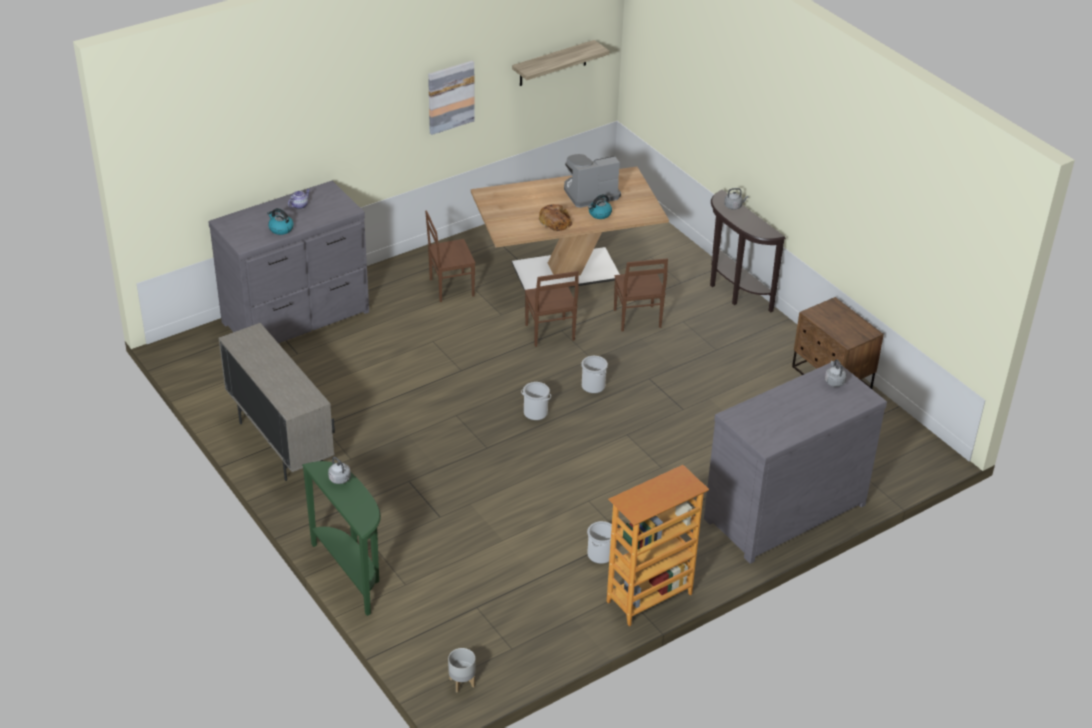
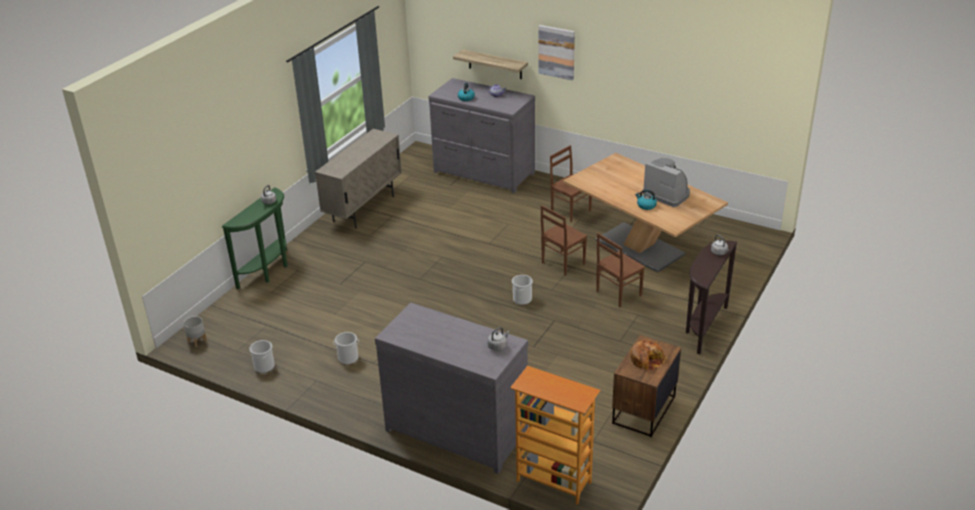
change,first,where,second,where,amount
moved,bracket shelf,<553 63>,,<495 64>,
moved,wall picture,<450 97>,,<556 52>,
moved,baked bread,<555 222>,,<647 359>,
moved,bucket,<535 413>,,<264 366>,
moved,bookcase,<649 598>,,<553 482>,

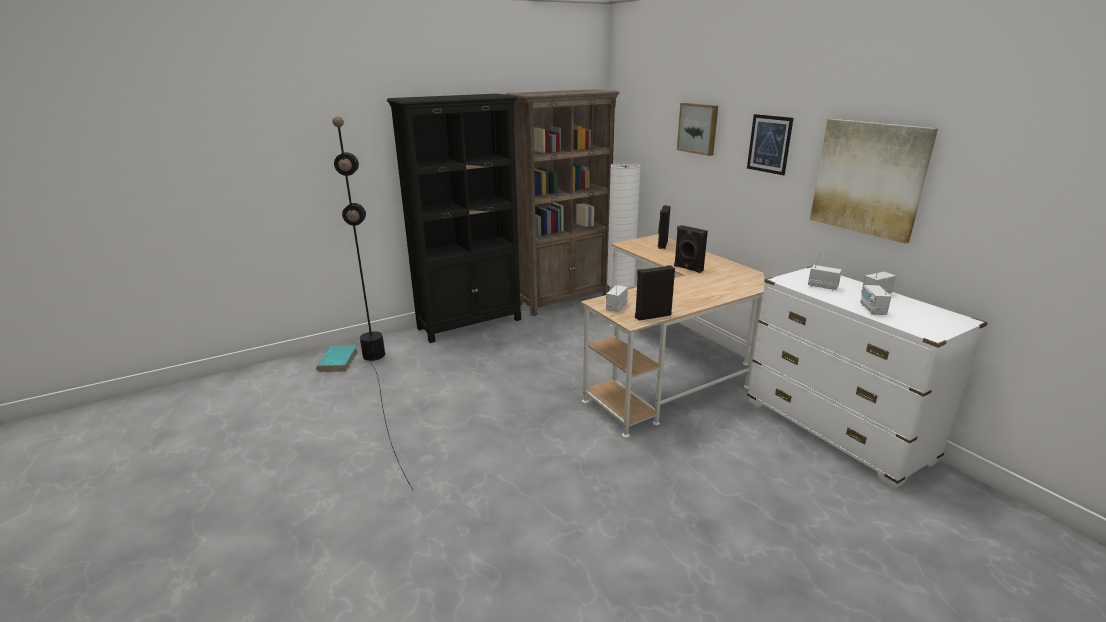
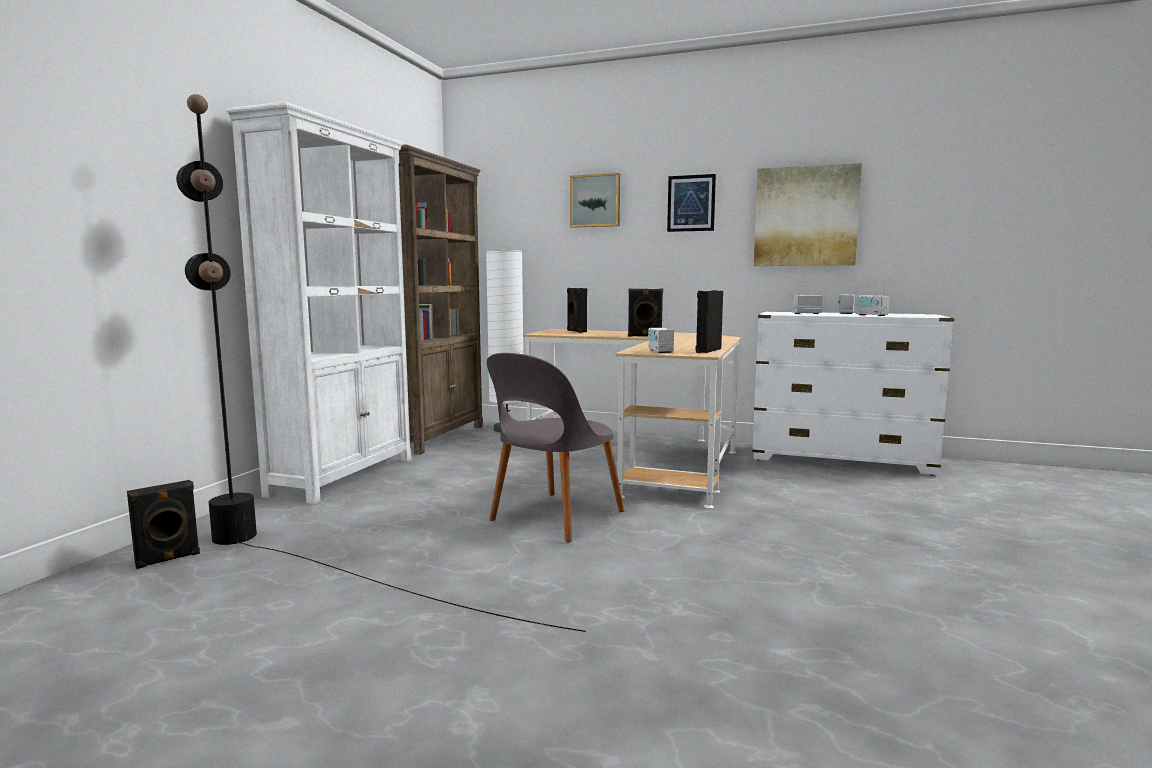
change,first,where,second,where,amount
recoloured,bookcase/blackish,<470 323>,bookcase/white,<344 476>,
replaced,bound book/blue-green,<338 361>,loudspeaker/blackish,<168 559>,
added,,,upright chair/gray,<554 517>,

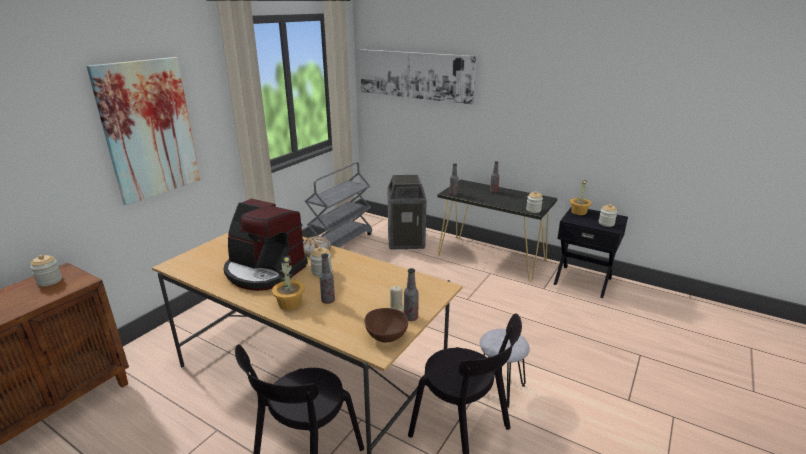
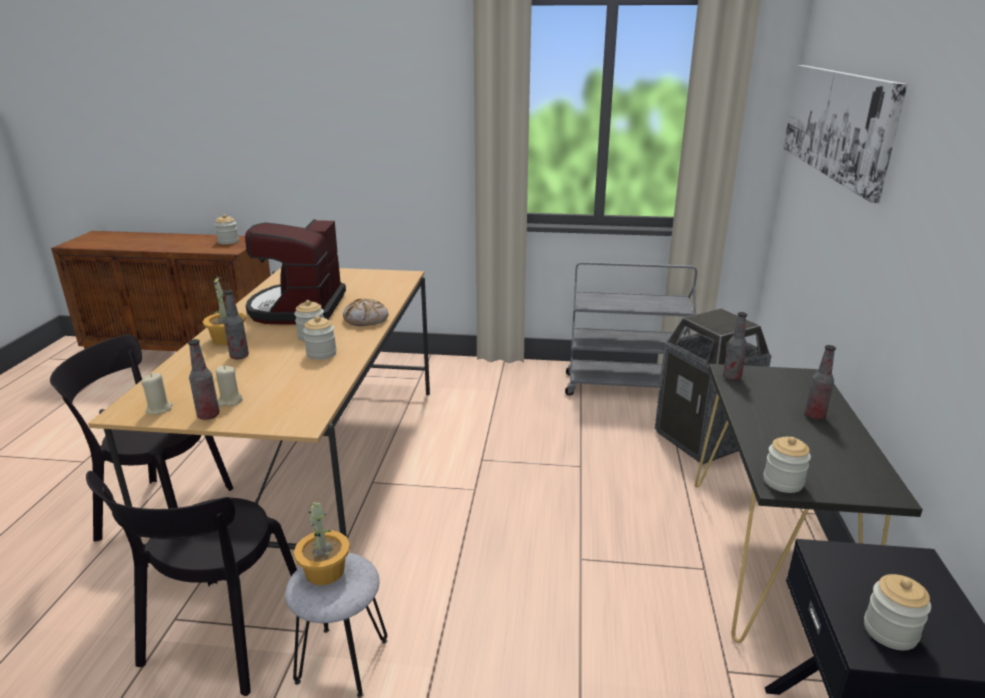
change,first,where,second,where,amount
removed,wall picture,<149 129>,,,
moved,potted plant,<579 212>,,<325 571>,
replaced,bowl/brown-coloured,<386 336>,wax candle/beige,<159 409>,
added,,,storage jar,<321 353>,

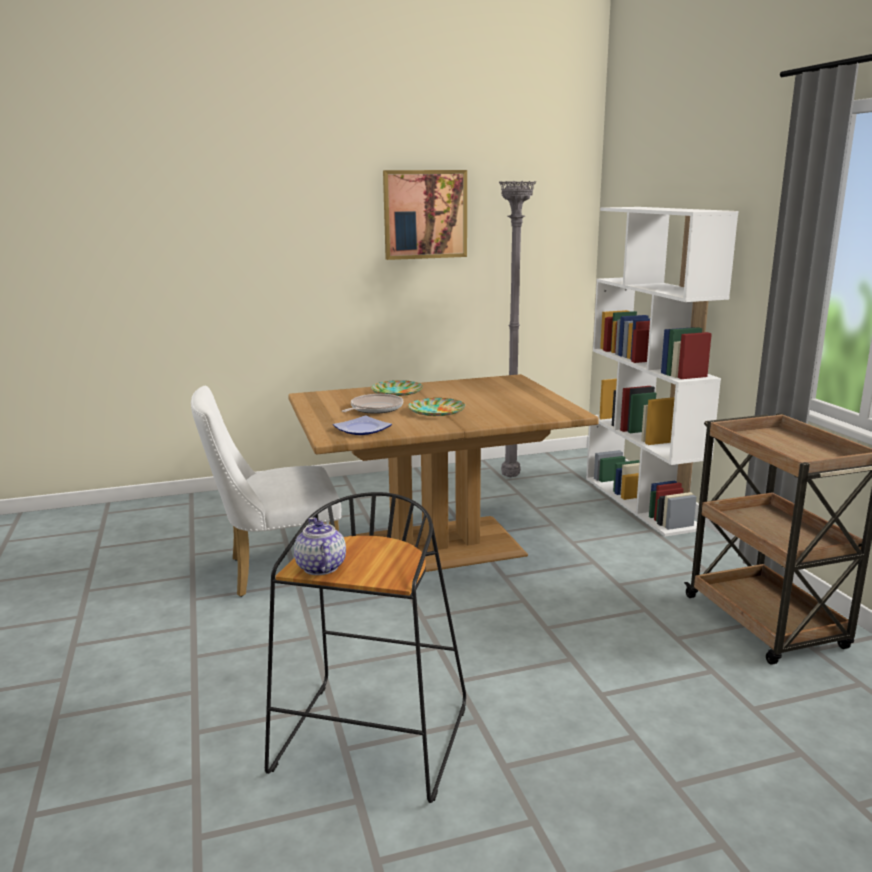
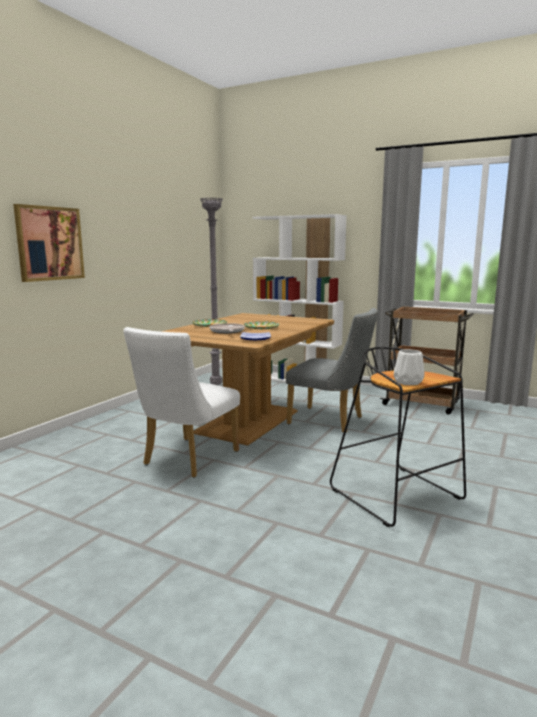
change,first,where,second,where,amount
moved,wall picture,<425 214>,,<49 243>,
replaced,teapot,<320 567>,flower vase/white,<408 382>,
added,,,upright chair/gray,<331 421>,

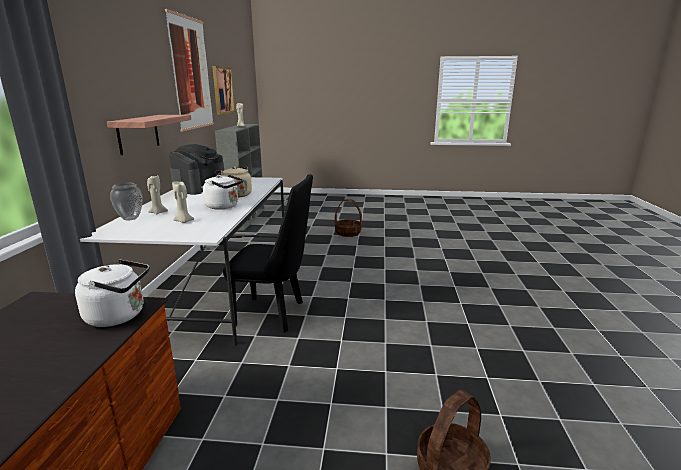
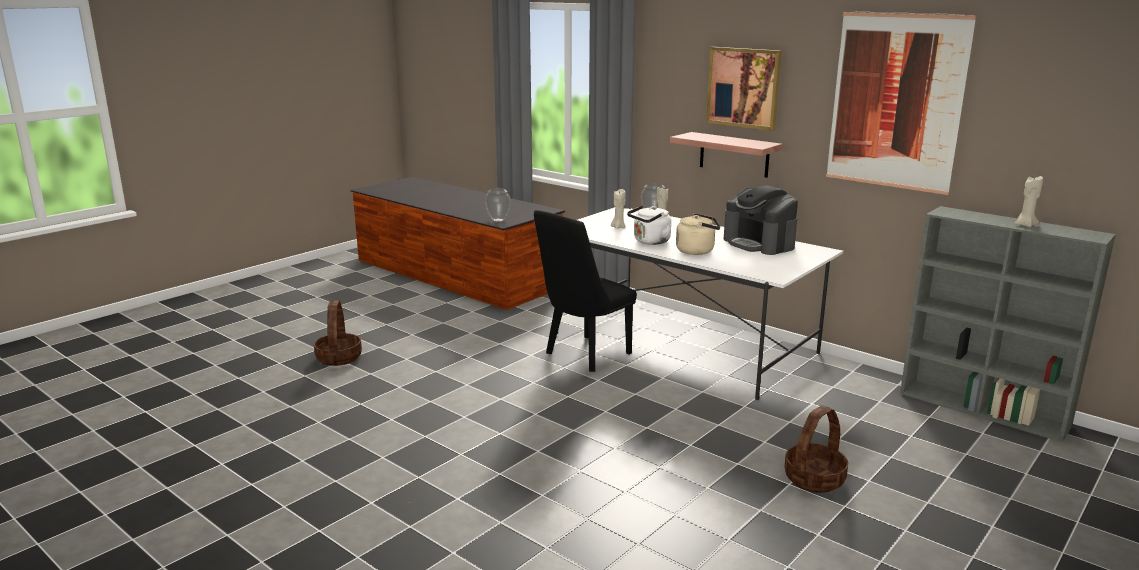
change,first,where,second,where,amount
moved,wall picture,<223 90>,,<743 87>,
replaced,kettle/white,<119 316>,flower vase,<497 220>,

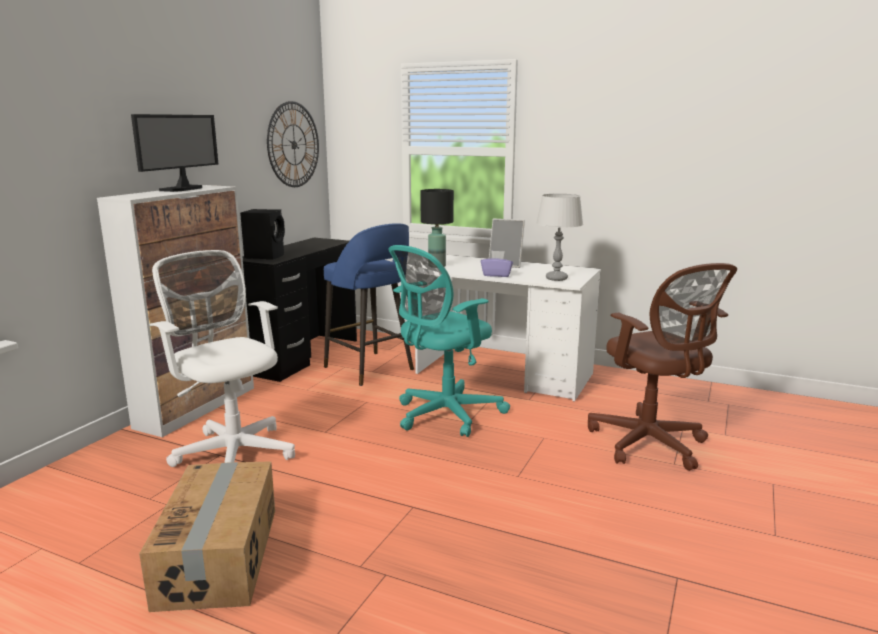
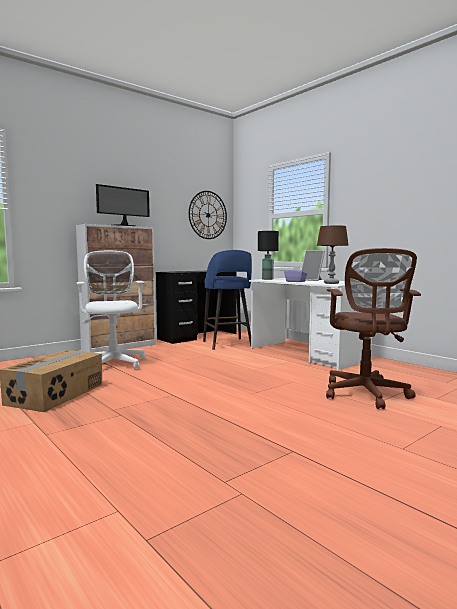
change,first,where,second,where,amount
recoloured,table lamp/gray,<556 278>,table lamp/brown-coloured,<331 283>,
removed,loudspeaker/blackish,<265 256>,,,
removed,computer chair/blue-green,<444 415>,,,

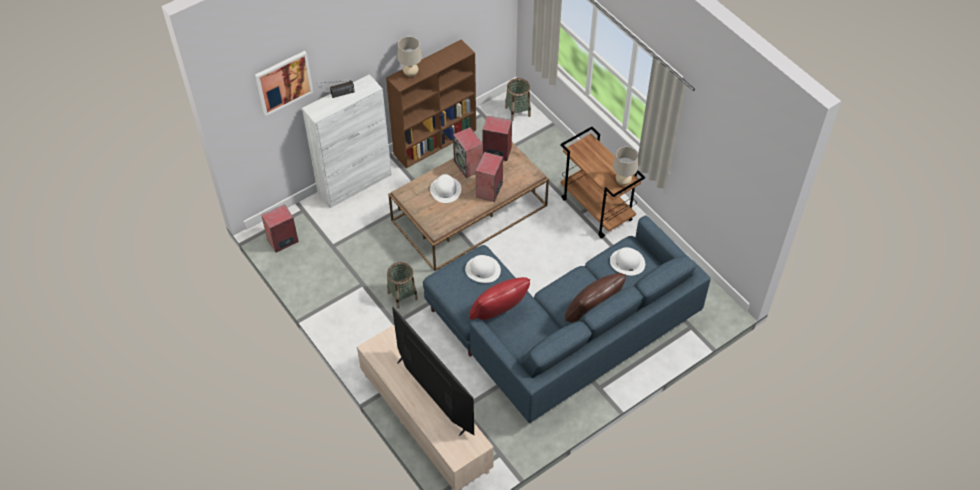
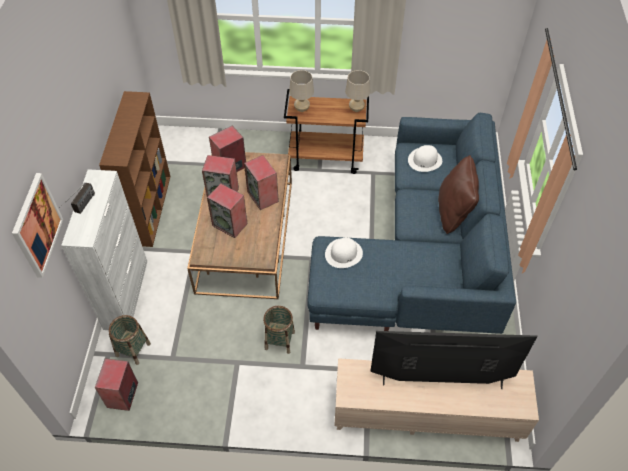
change,first,where,second,where,amount
moved,table lamp/beige,<410 74>,,<302 109>,
moved,basket,<517 111>,,<133 349>,
replaced,hat/white,<445 189>,loudspeaker,<230 224>,
removed,cushion/reddish,<499 314>,,,

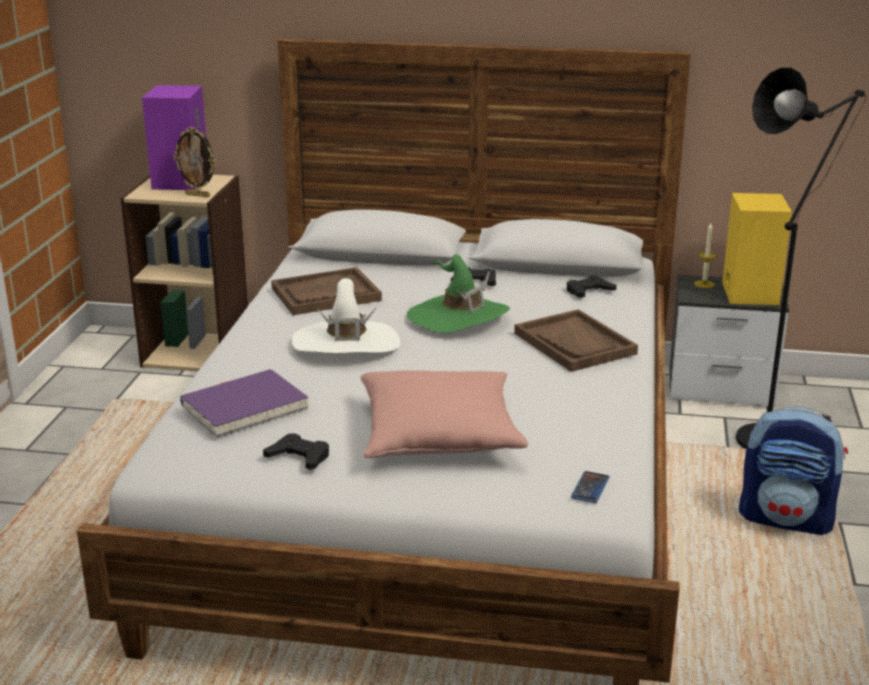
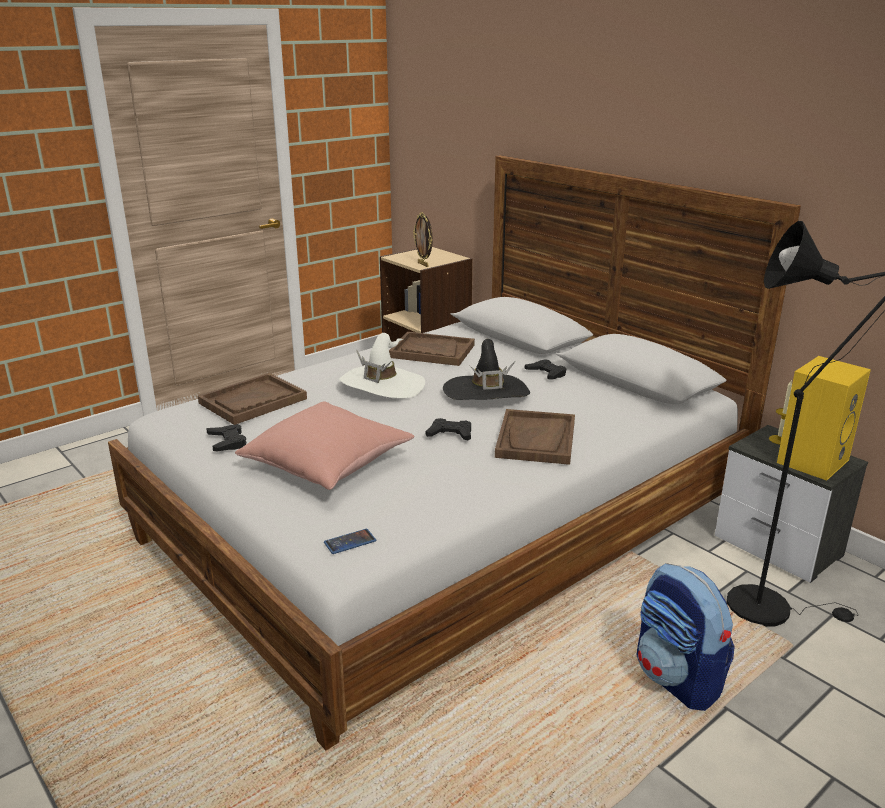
change,first,where,second,where,amount
removed,loudspeaker/purple-coloured,<180 181>,,,
recoloured,hat/green-coloured,<458 318>,hat/blackish,<486 393>,
moved,game controller/blackish,<589 291>,,<450 434>,
replaced,bound book/purple-coloured,<244 408>,carrying tray/brown-coloured,<253 401>,

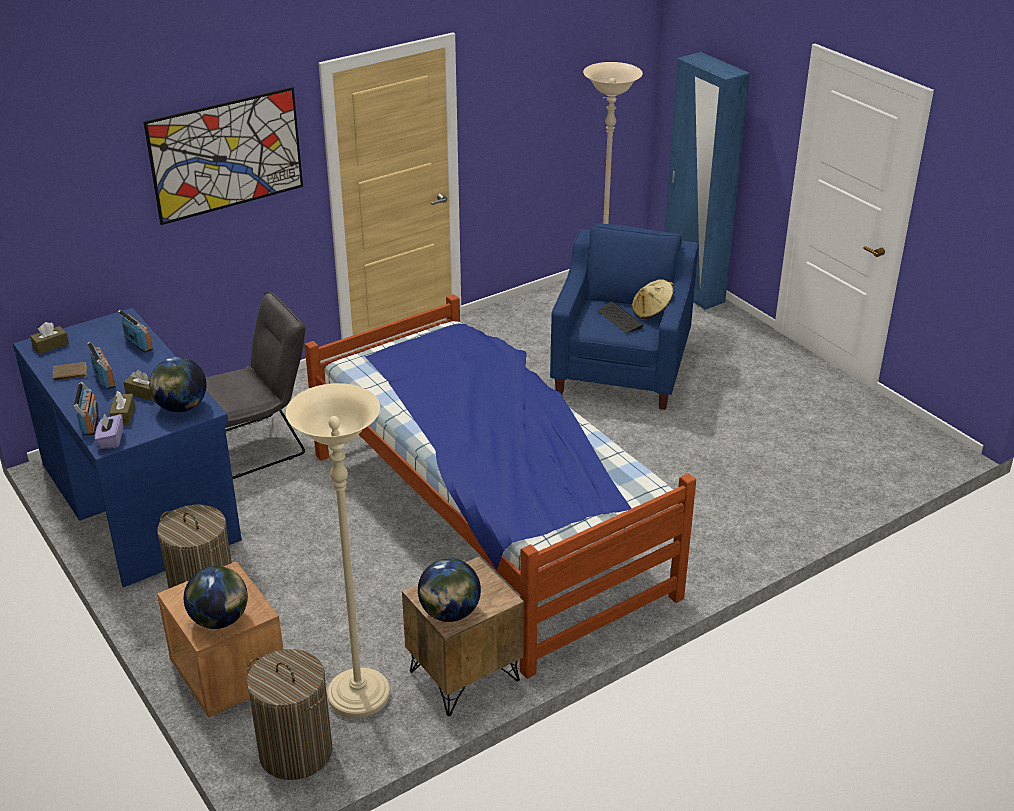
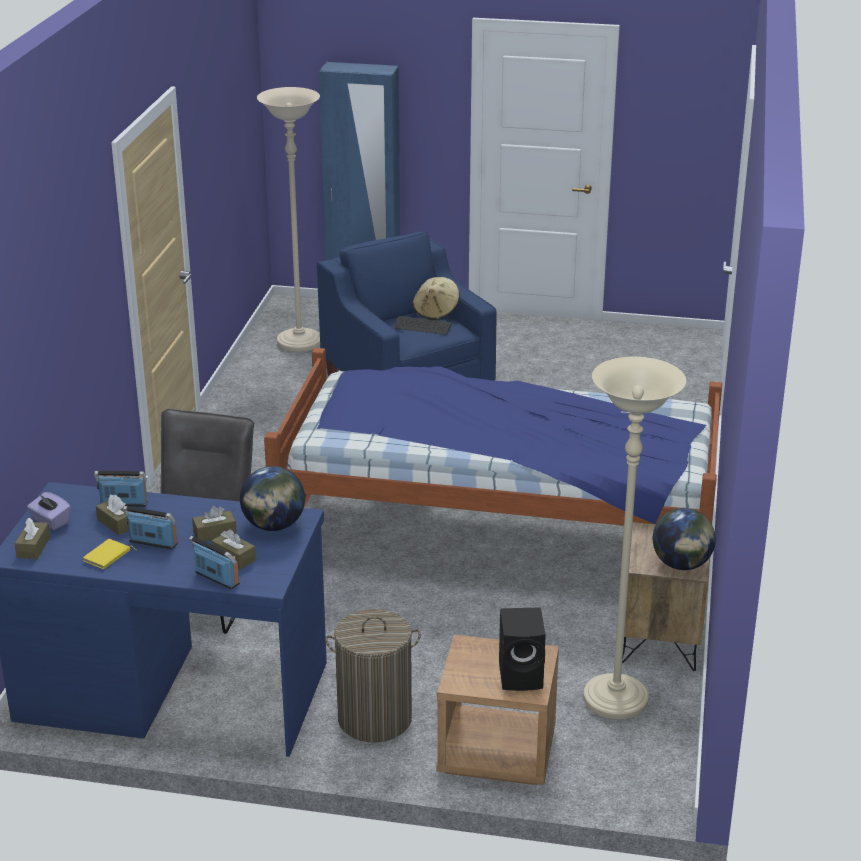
change,first,where,second,where,amount
removed,wall picture,<226 155>,,,
recoloured,bound book/brown-coloured,<70 374>,bound book/yellow,<108 557>,
moved,tissue box/purple-coloured,<111 440>,,<50 521>,
replaced,desk globe,<220 620>,loudspeaker/blackish,<522 676>,
removed,laundry basket,<295 752>,,,
added,,,tissue box/brown-coloured,<116 524>,

